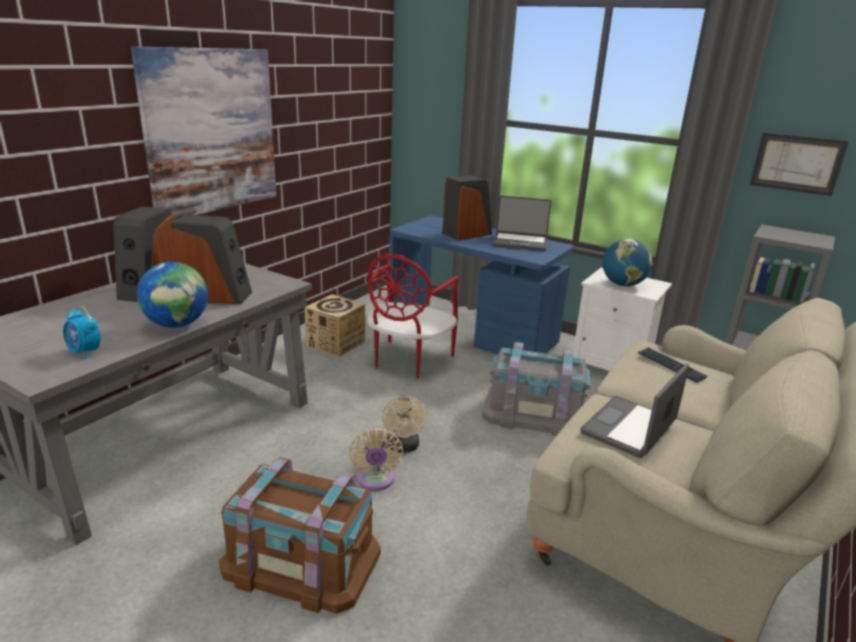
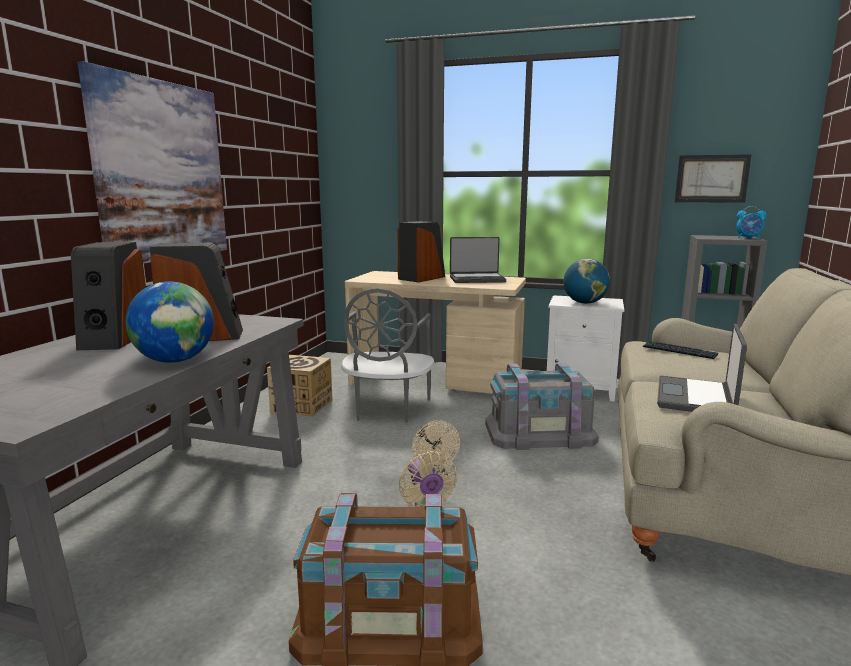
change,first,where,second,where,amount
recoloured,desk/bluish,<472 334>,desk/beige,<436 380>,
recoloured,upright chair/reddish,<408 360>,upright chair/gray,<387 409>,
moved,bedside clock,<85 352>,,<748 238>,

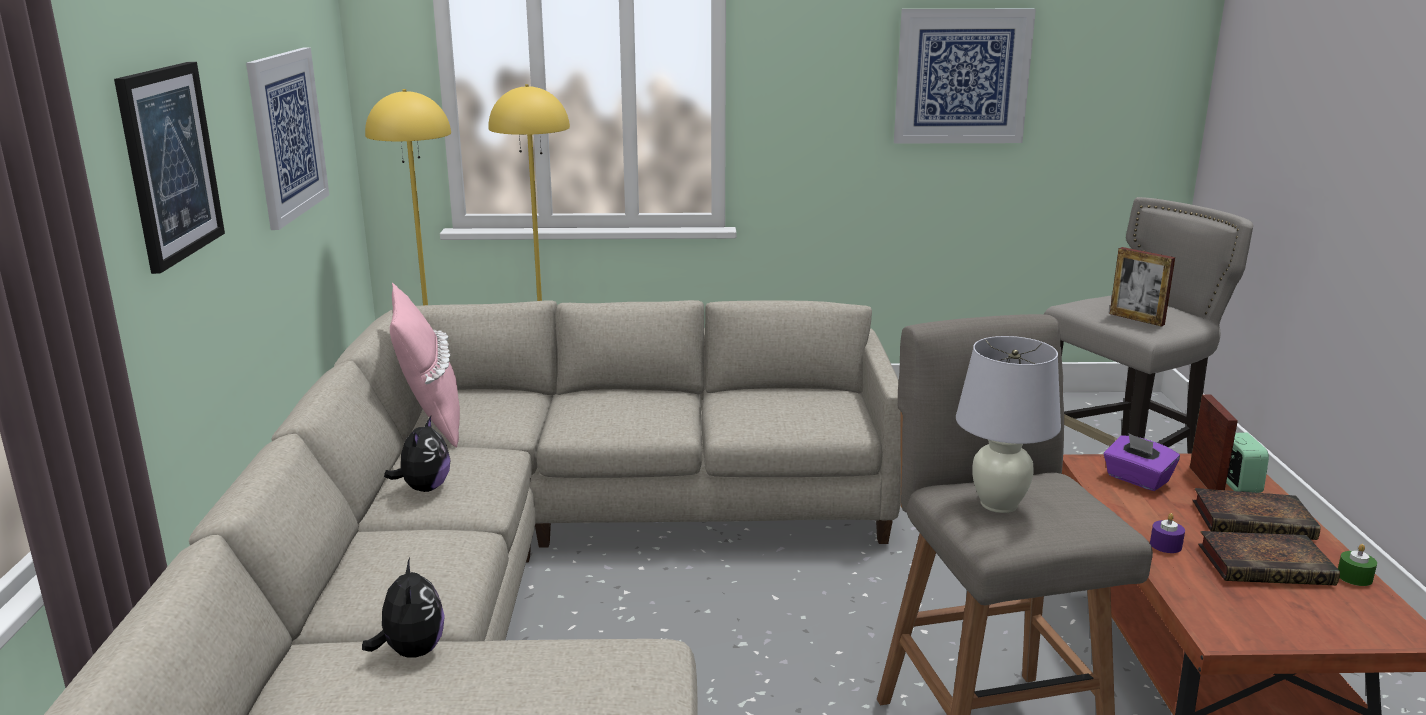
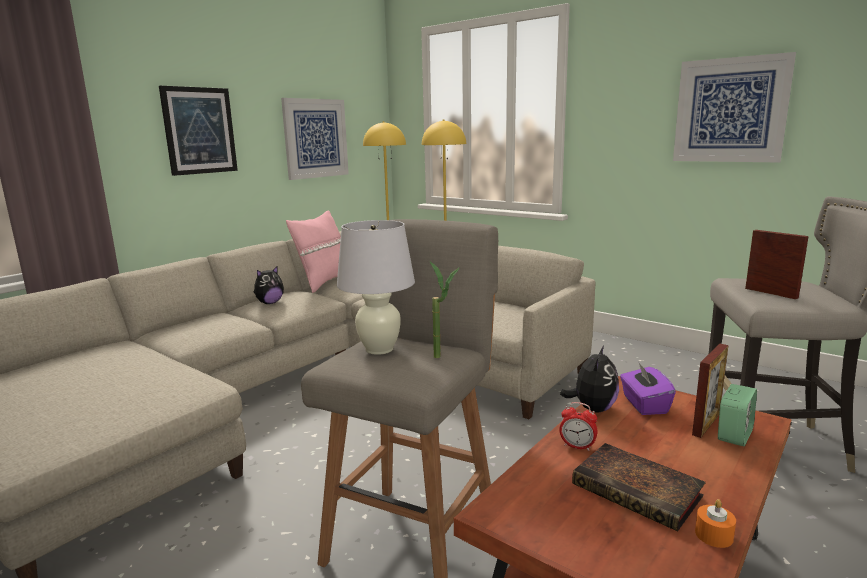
change,first,where,second,where,amount
turned,standing frame,<1136 319>,,<771 293>,150 degrees clockwise
removed,bound book,<1255 520>,,,
replaced,wax candle/purple-coloured,<1165 545>,bedside clock,<577 446>,
recoloured,wax candle/green-coloured,<1354 577>,wax candle/orangey,<714 535>,
moved,cuddly toy,<411 651>,,<592 409>,
added,,,potted plant,<444 357>,

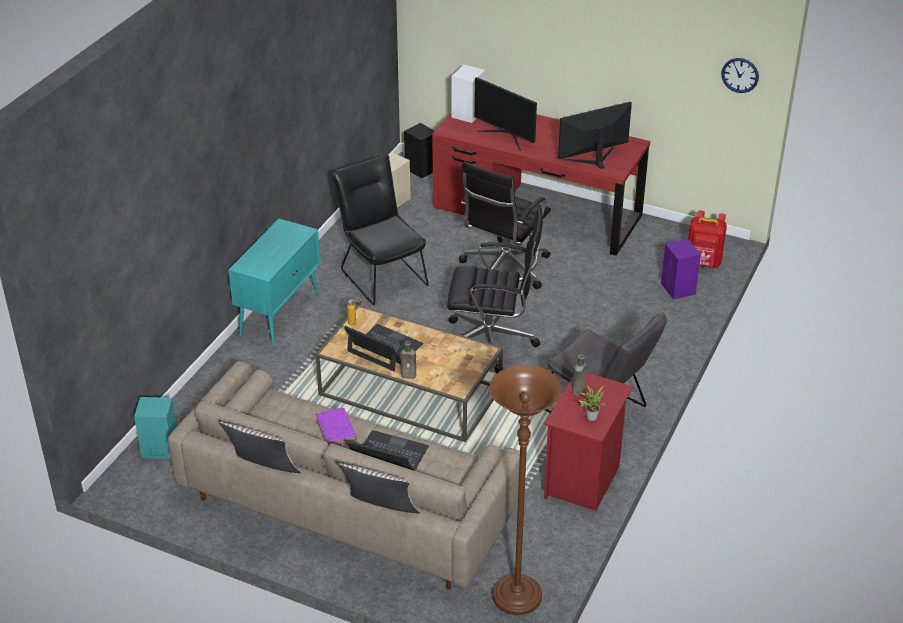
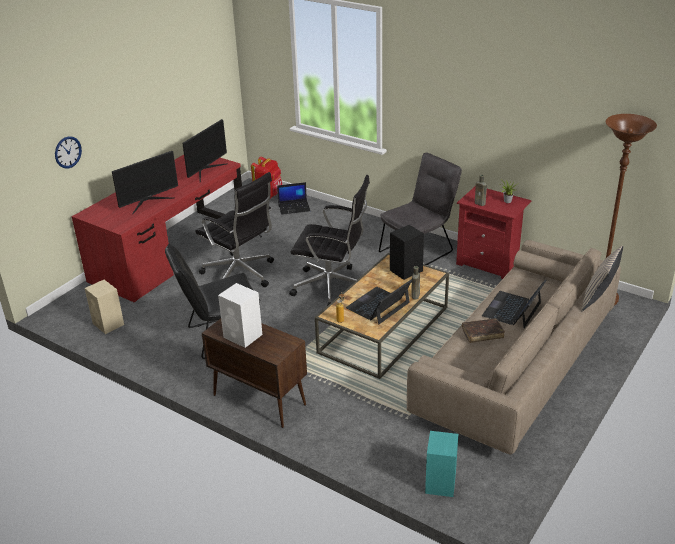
change,first,where,second,where,amount
moved,wall clock,<740 75>,,<68 152>,
moved,loudspeaker/white,<467 114>,,<243 336>,
turned,computer screen,<594 159>,,<206 171>,135 degrees counterclockwise
moved,loudspeaker/blackish,<421 169>,,<406 270>,
turned,computer chair/blackish,<492 342>,,<332 287>,90 degrees clockwise
recoloured,storage cabinet/blue-green,<280 315>,storage cabinet/brown-coloured,<258 400>,
replaced,loudspeaker/purple-coloured,<678 289>,notebook computer,<294 207>,
recoloured,bound book/purple-coloured,<336 432>,bound book/brown-coloured,<482 333>,
removed,cushion/beige,<263 471>,,,

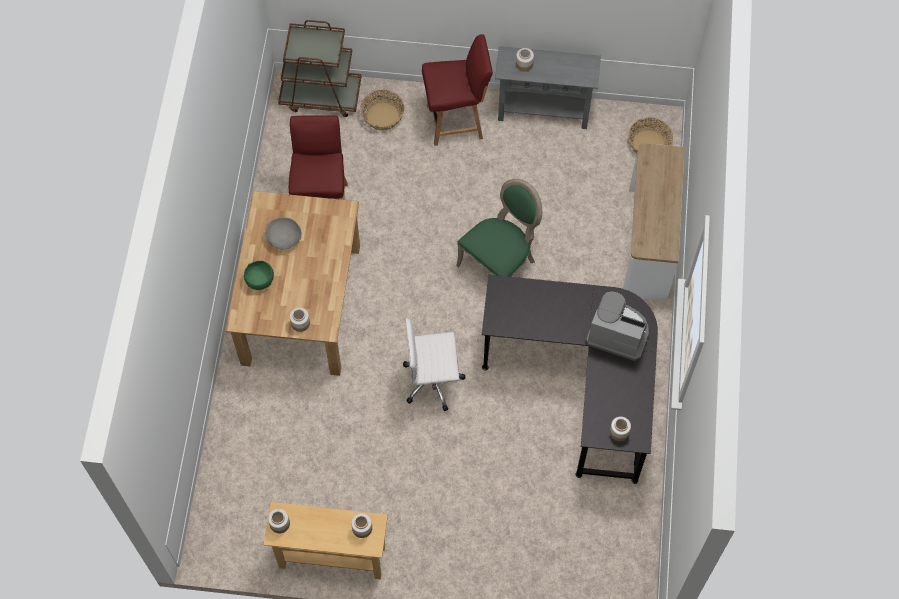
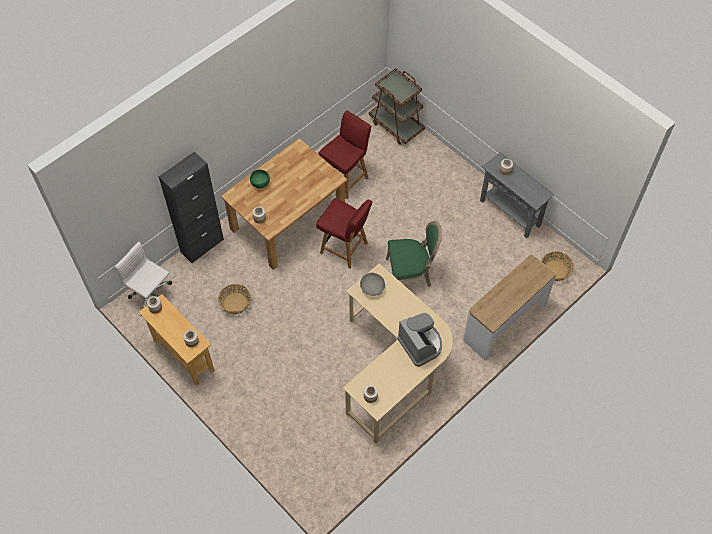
change,first,where,second,where,amount
moved,upright chair/reddish,<456 122>,,<345 249>,
moved,basket,<383 116>,,<235 303>,
moved,bowl/gray,<284 238>,,<372 287>,
recoloured,desk/blackish,<580 383>,desk/beige,<394 367>,
moved,computer chair/white,<433 381>,,<152 296>,
added,,,storage cabinet/blackish,<202 246>,

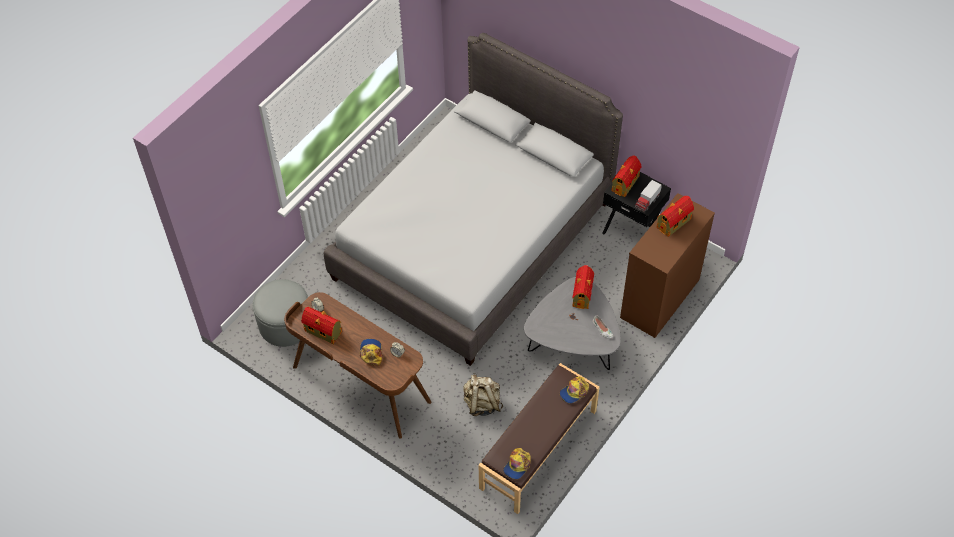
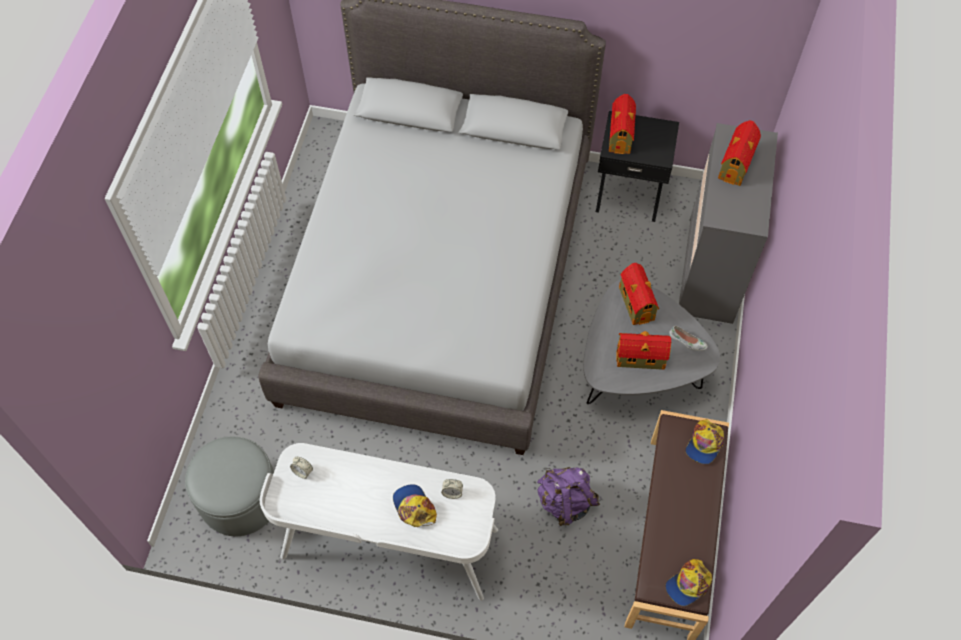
change,first,where,second,where,amount
removed,toy truck,<647 202>,,,
recoloured,dresser/brown-coloured,<659 299>,dresser/gray,<710 270>,
recoloured,desk/brown-coloured,<360 385>,desk/white,<389 545>,
moved,miniature house,<324 331>,,<641 358>,
recoloured,backpack/beige,<482 403>,backpack/purple-coloured,<565 502>,
turned,cap,<517 465>,,<688 584>,45 degrees clockwise

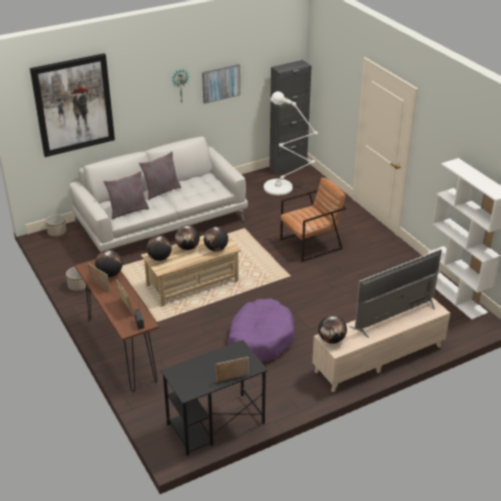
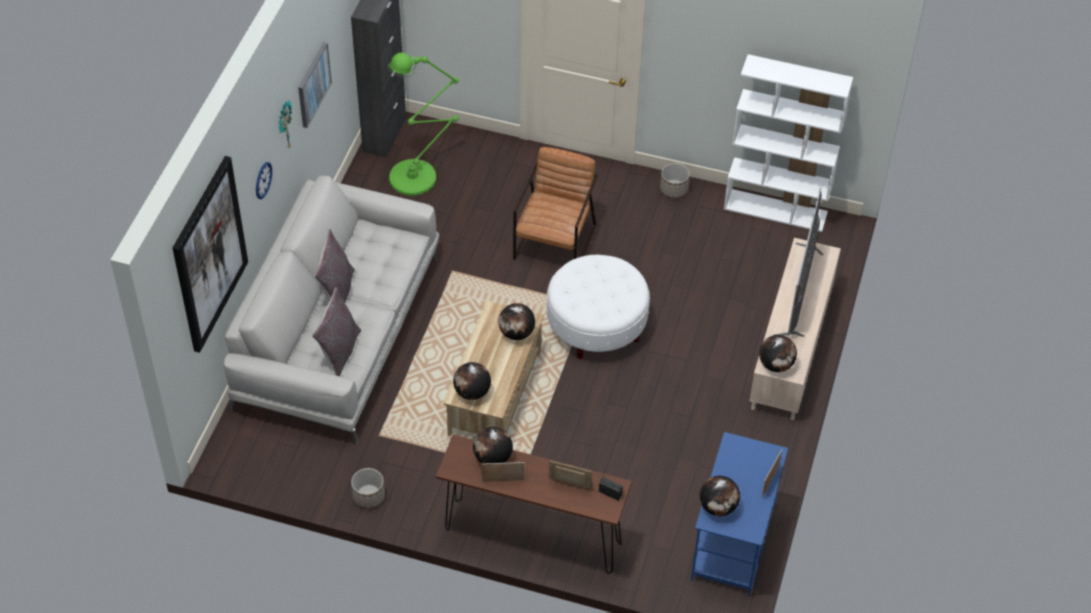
change,first,where,second,where,amount
recoloured,standing lamp/white,<282 188>,standing lamp/green-coloured,<418 175>,
moved,plant pot,<57 232>,,<673 189>,
moved,desk globe,<188 247>,,<718 507>,
removed,dog cushion/purple-coloured,<260 338>,,,
recoloured,desk/blackish,<215 424>,desk/bluish,<733 542>,
added,,,wall clock,<263 180>,
added,,,ottoman/white,<596 326>,

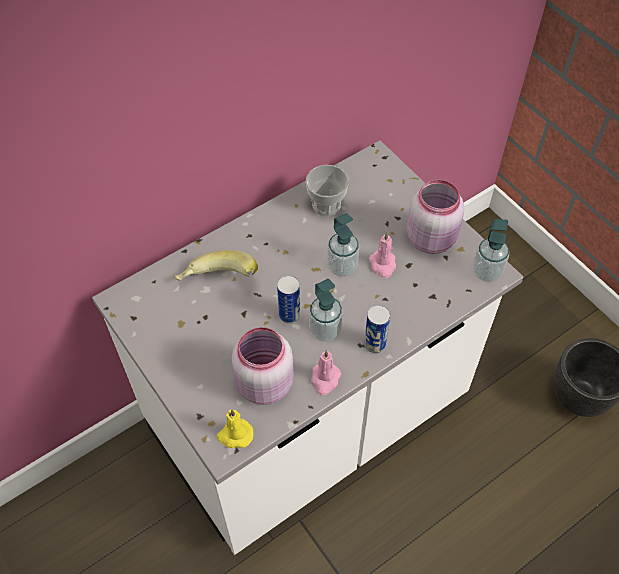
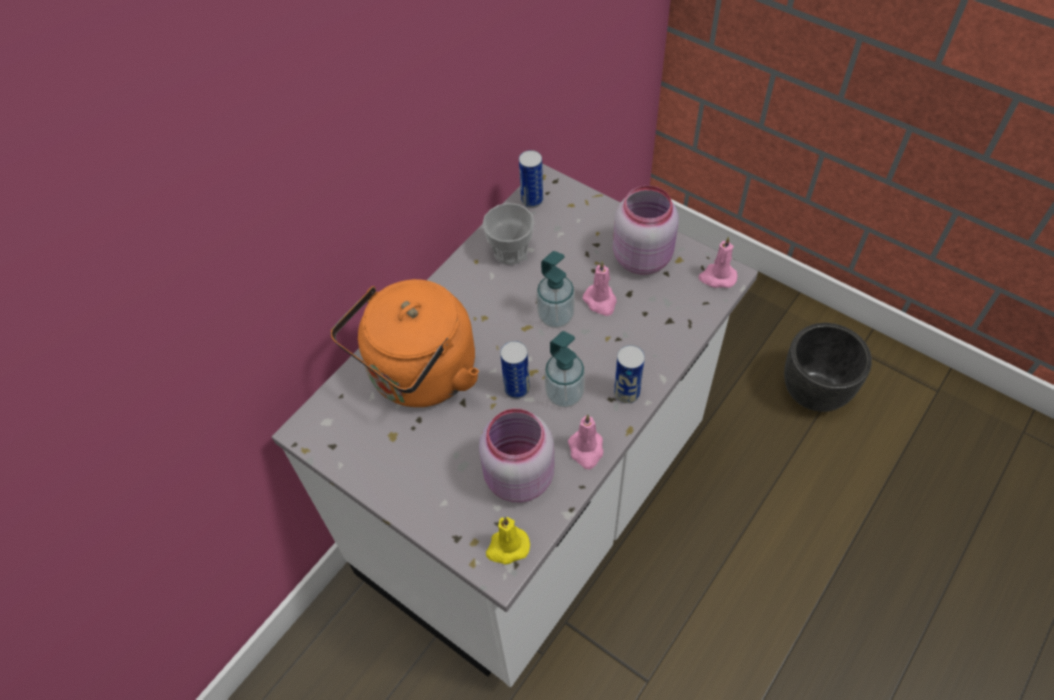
change,first,where,second,where,amount
replaced,liquid soap bottle,<486 272>,wax candle/pink-coloured,<717 277>,
replaced,whole banana,<218 283>,kettle/orangey,<419 376>,
added,,,sealed can,<532 200>,

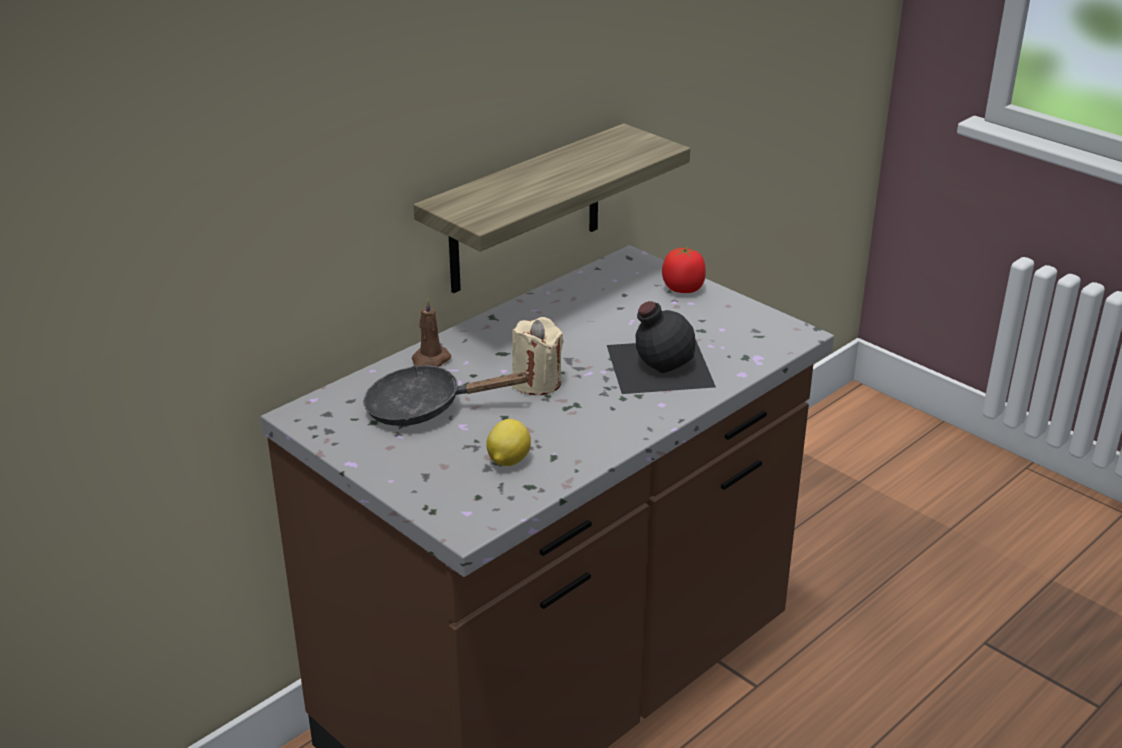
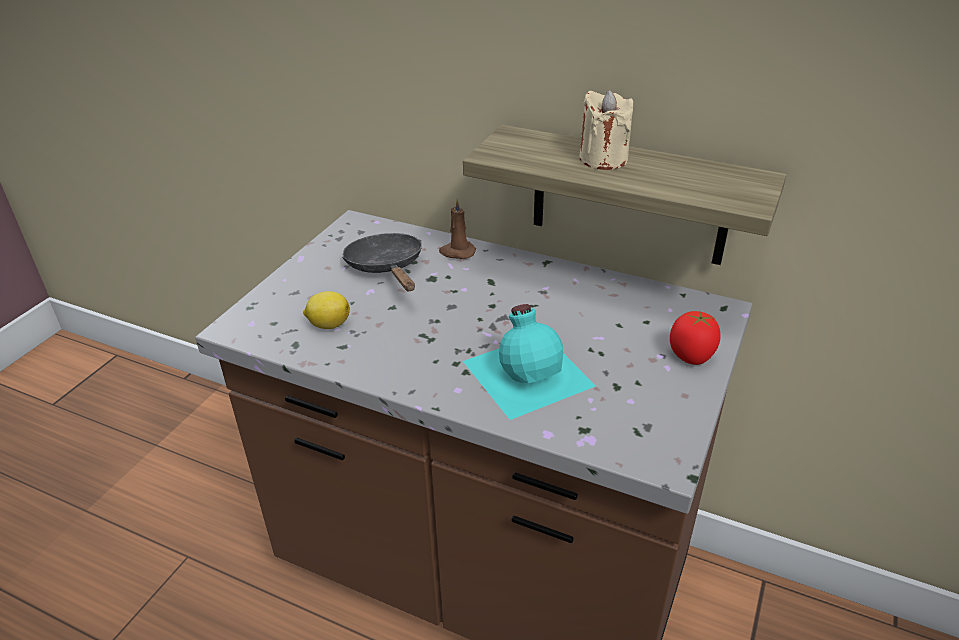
change,first,where,second,where,amount
recoloured,drink bottle/blackish,<657 364>,drink bottle/blue-green,<528 371>,
moved,wax candle/beige,<536 382>,,<603 159>,

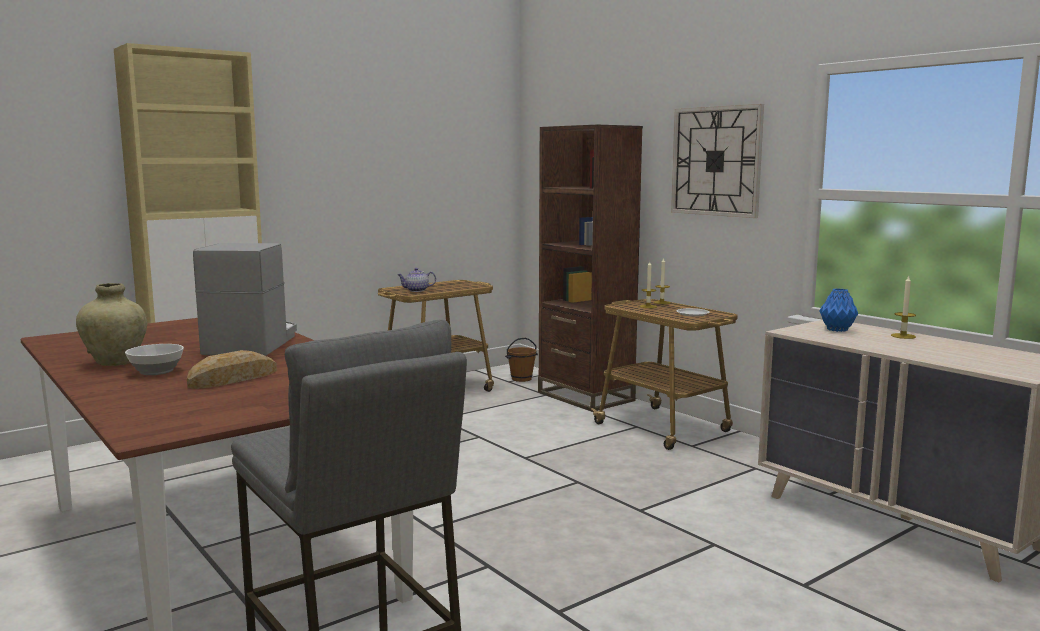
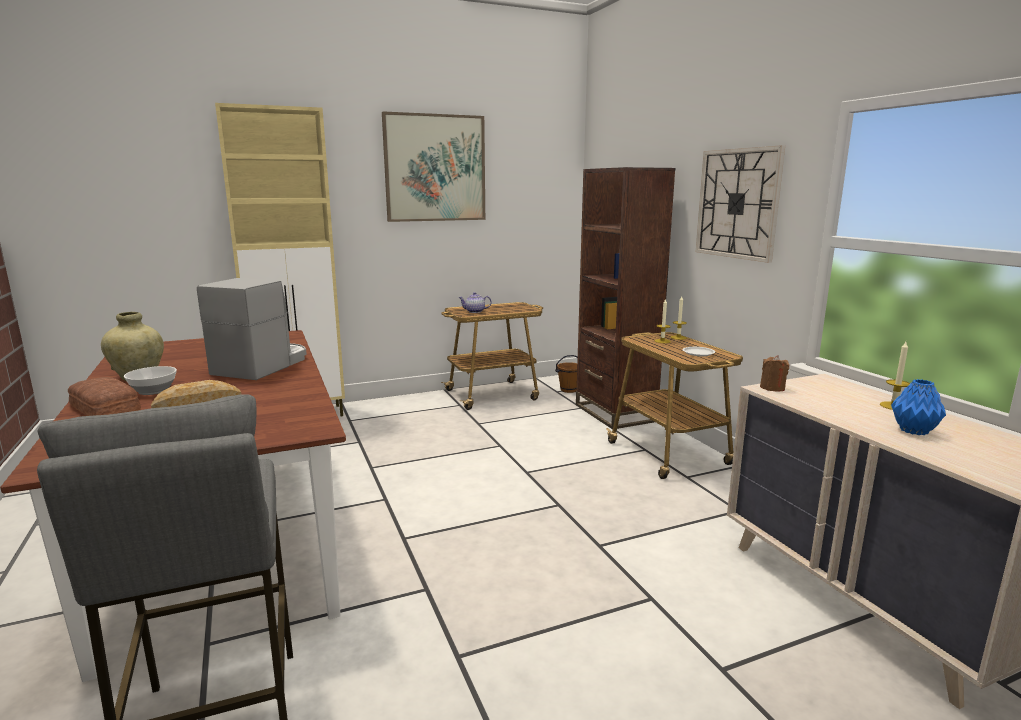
change,first,where,second,where,amount
moved,flower vase/bluish,<836 330>,,<913 431>,
added,,,wall picture,<435 168>,
added,,,wax candle/brown-coloured,<772 388>,
added,,,baked bread,<104 409>,

